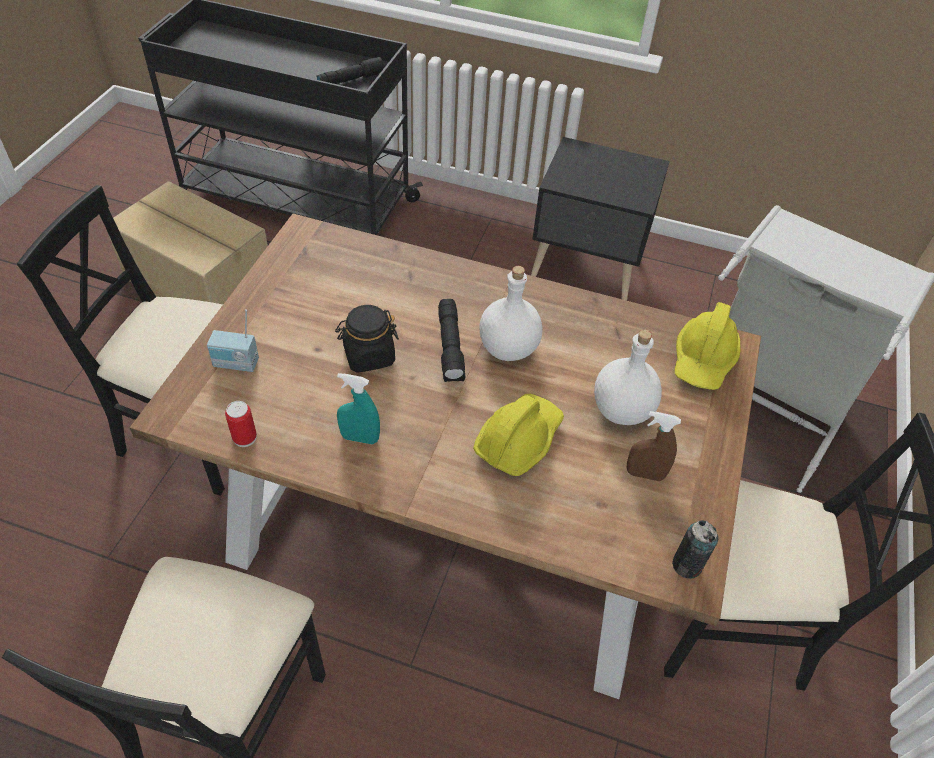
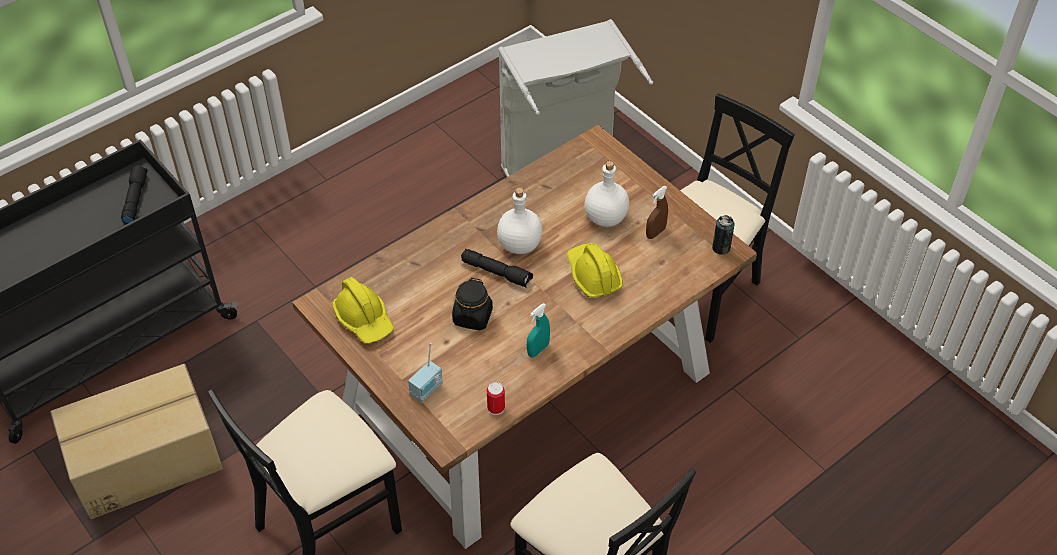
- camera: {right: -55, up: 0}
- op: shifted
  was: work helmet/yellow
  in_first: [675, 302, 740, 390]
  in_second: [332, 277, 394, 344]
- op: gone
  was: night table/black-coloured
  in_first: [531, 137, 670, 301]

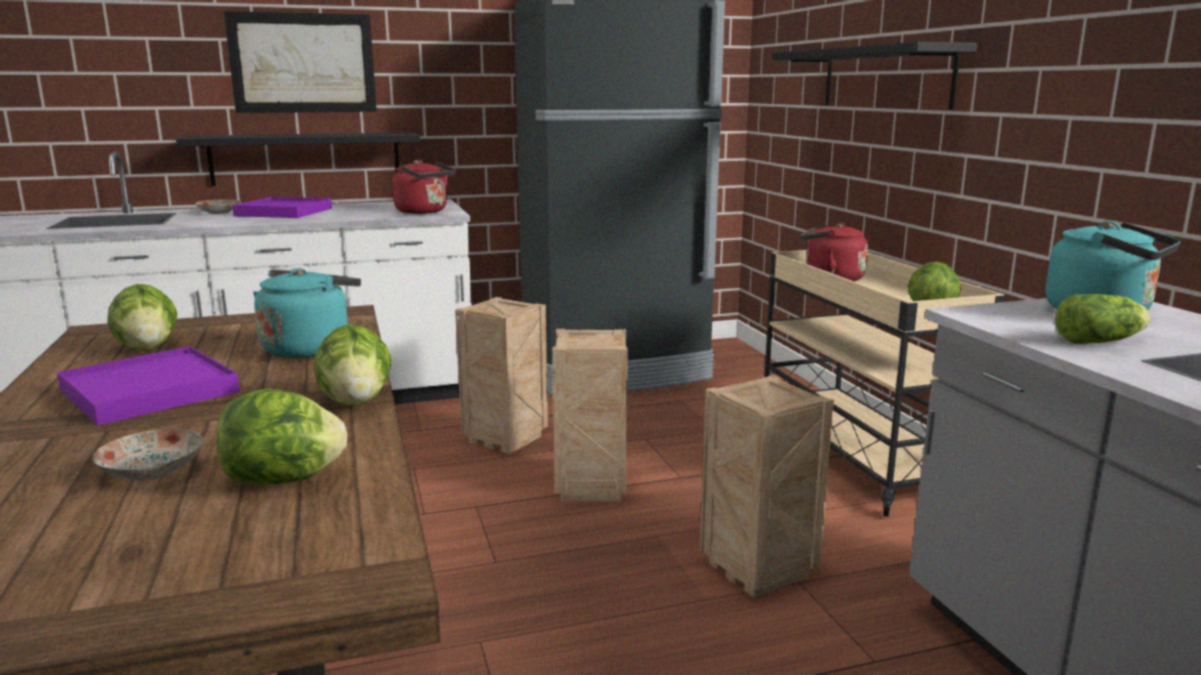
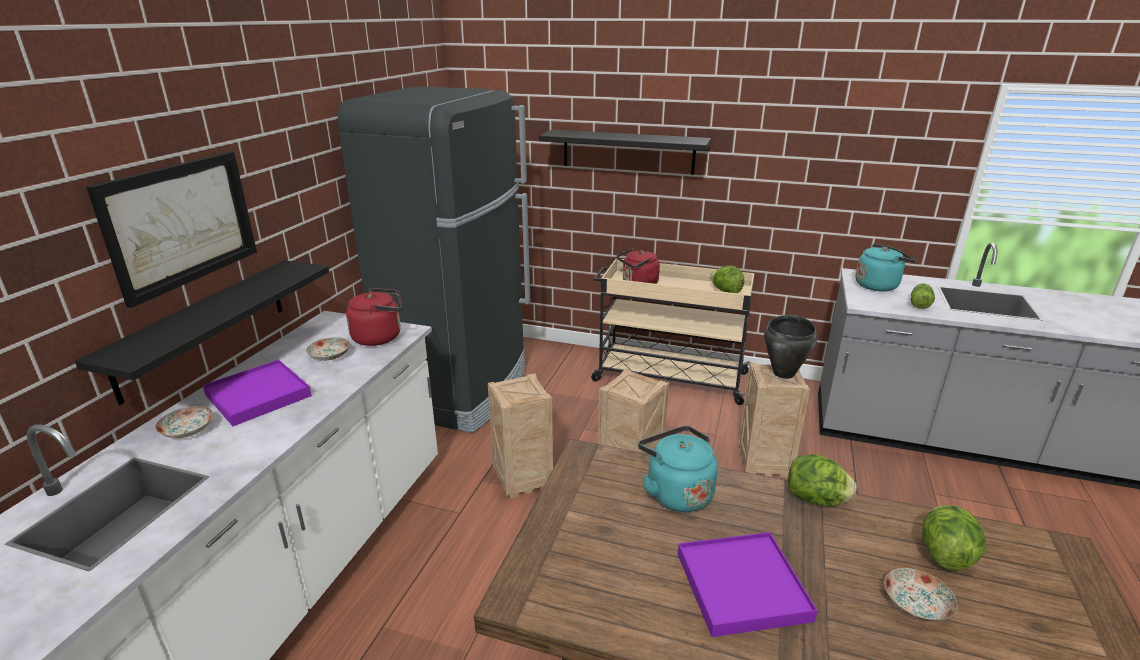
- camera: {right: -55, up: 10}
- op: new
  now: dinner plate
  in_second: [306, 337, 350, 361]
- op: new
  now: cooking pot/black-coloured
  in_second: [764, 315, 817, 379]
- op: gone
  was: lettuce head
  in_first: [107, 284, 177, 351]

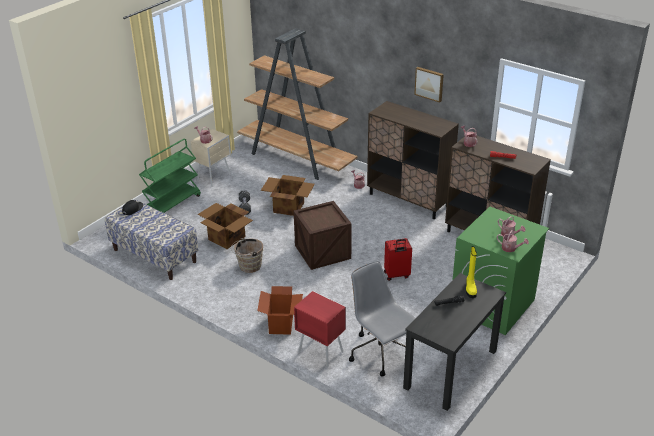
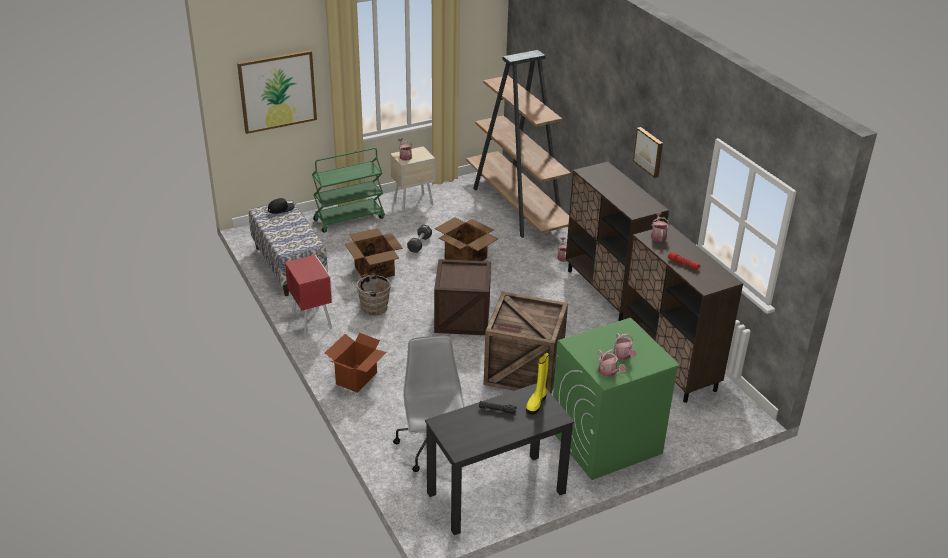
- camera: {right: 25, up: 0}
- op: new
  now: picture
  in_second: [237, 50, 317, 134]
- op: shifted
  was: night table/red-coloured
  in_first: [294, 291, 346, 367]
  in_second: [285, 255, 332, 336]
- op: swapped
  was: suitcase/red-coloured
  now: shipping crate
  in_first: [384, 238, 412, 281]
  in_second: [484, 292, 568, 394]

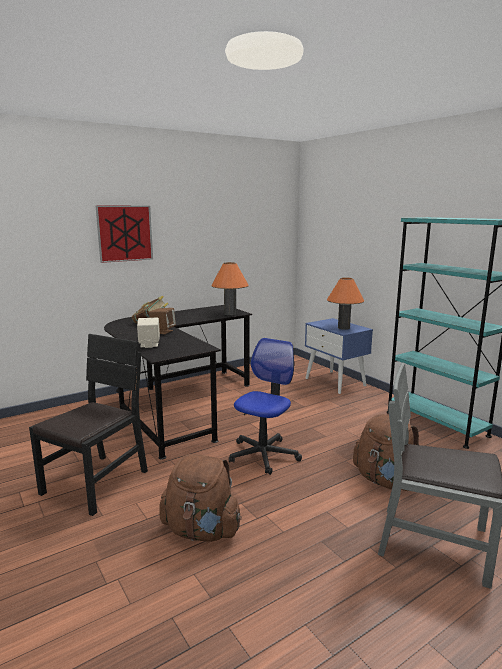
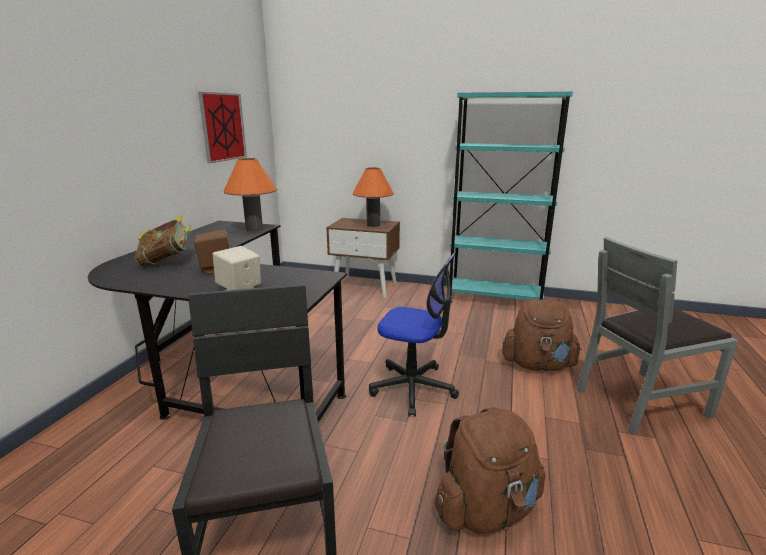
- camera: {right: -40, up: 5}
- op: shifted
  was: picture
  in_first: [96, 206, 153, 263]
  in_second: [198, 92, 247, 163]
- op: repainted
  was: night table/blue-coloured
  now: night table/brown
  in_first: [305, 318, 373, 394]
  in_second: [326, 218, 400, 298]
- op: rotated
  was: desk chair
  in_first: [229, 338, 302, 475]
  in_second: [369, 252, 459, 417]
  clockwise: 120

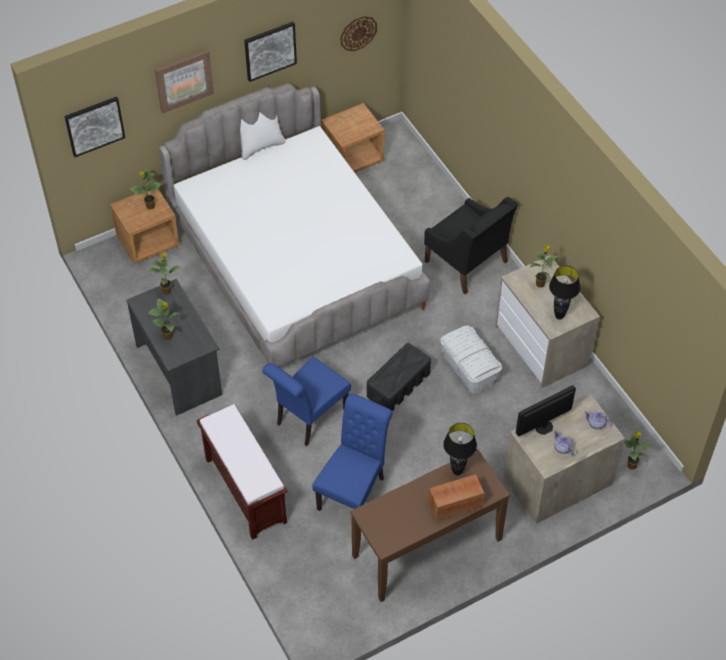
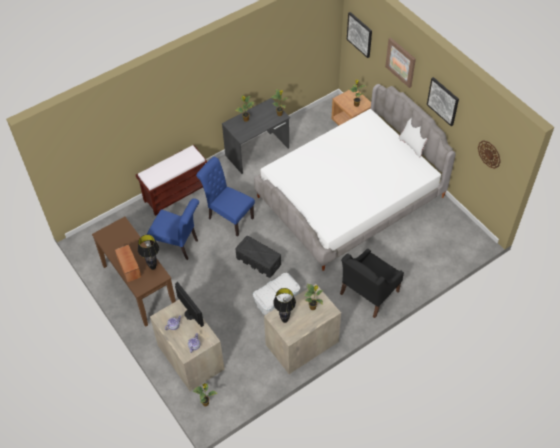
- camera: {right: 85, up: 0}
- op: gone
  was: night table/brown
  in_first: [321, 103, 385, 173]

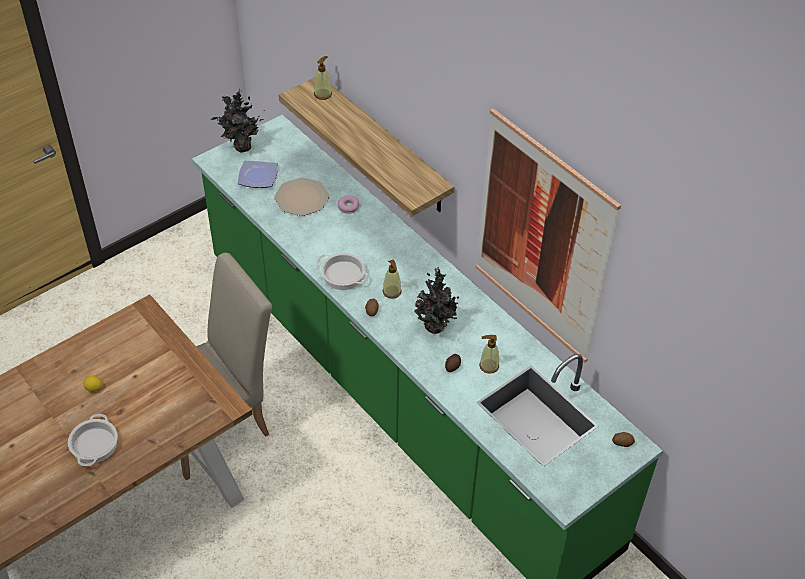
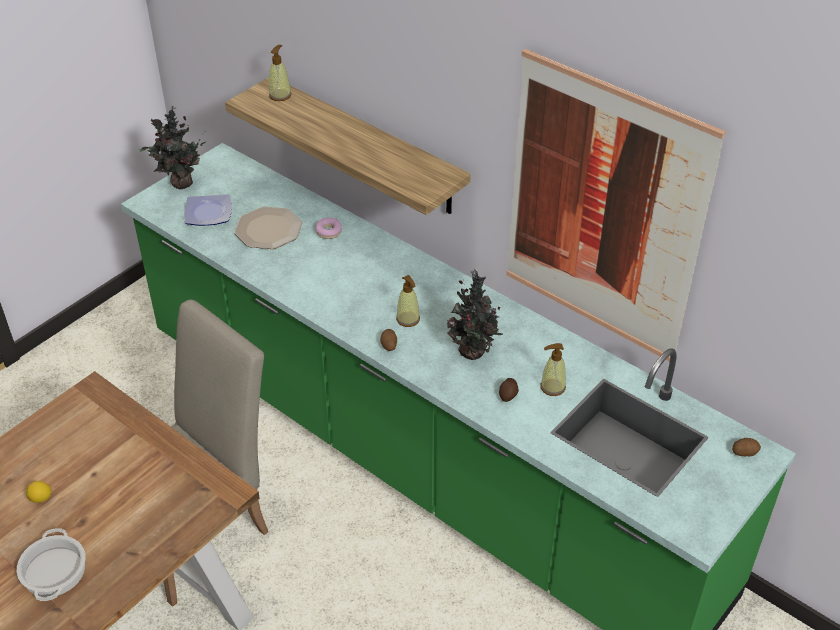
- camera: {right: -10, up: -5}
- op: gone
  was: cooking pot
  in_first: [317, 253, 369, 290]

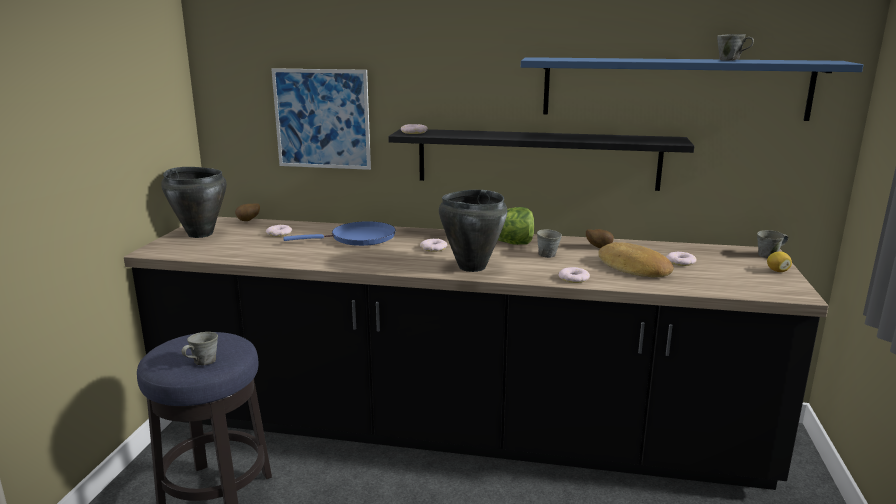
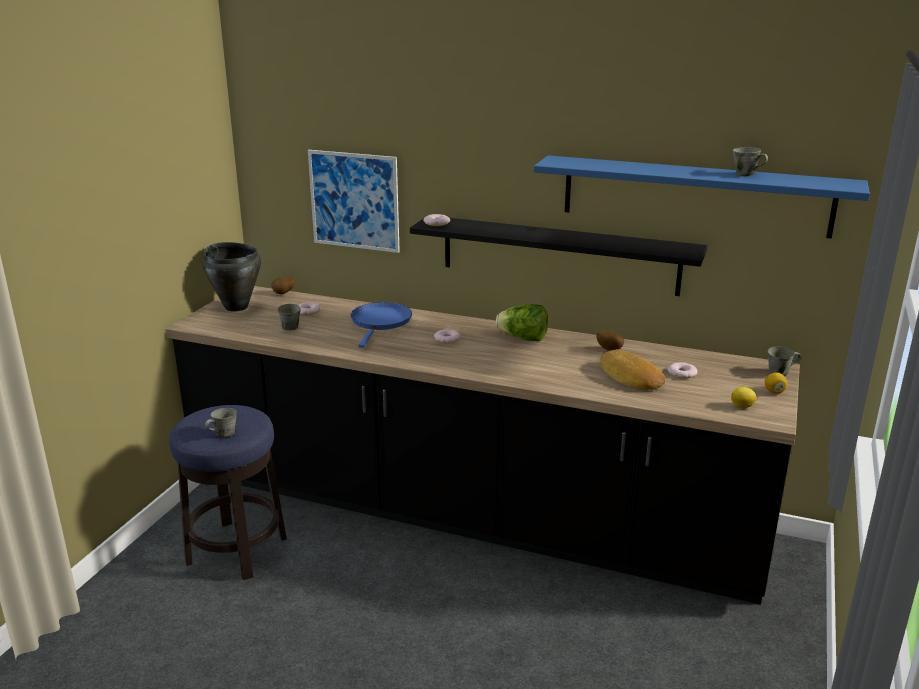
- camera: {right: 10, up: 5}
- op: shifted
  was: tea mug/greyish
  in_first: [537, 230, 562, 258]
  in_second: [278, 304, 301, 330]
- op: rotated
  was: skillet/blue-coloured
  in_first: [283, 221, 396, 246]
  in_second: [351, 302, 412, 348]
  clockwise: -75
- op: new
  now: lemon
  in_second: [731, 387, 757, 408]
- op: gone
  was: cooking pot/black-coloured
  in_first: [439, 190, 507, 272]
- op: gone
  was: donut
  in_first: [558, 267, 590, 283]

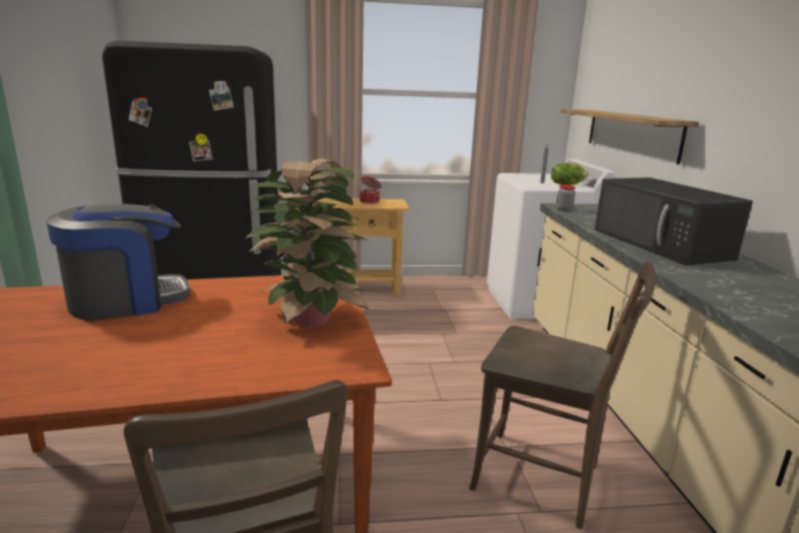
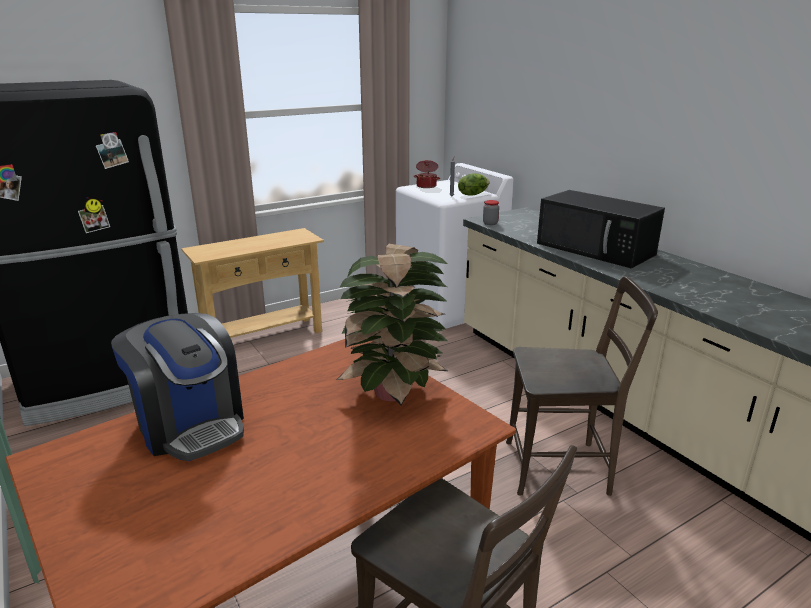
- camera: {right: -25, up: 5}
- op: rotated
  was: coffee brewer
  in_first: [46, 204, 190, 320]
  in_second: [111, 313, 244, 461]
  clockwise: 105
- op: shifted
  was: cooking pot
  in_first: [360, 176, 381, 204]
  in_second: [414, 160, 440, 188]
- op: gone
  was: shelf
  in_first: [561, 109, 699, 165]

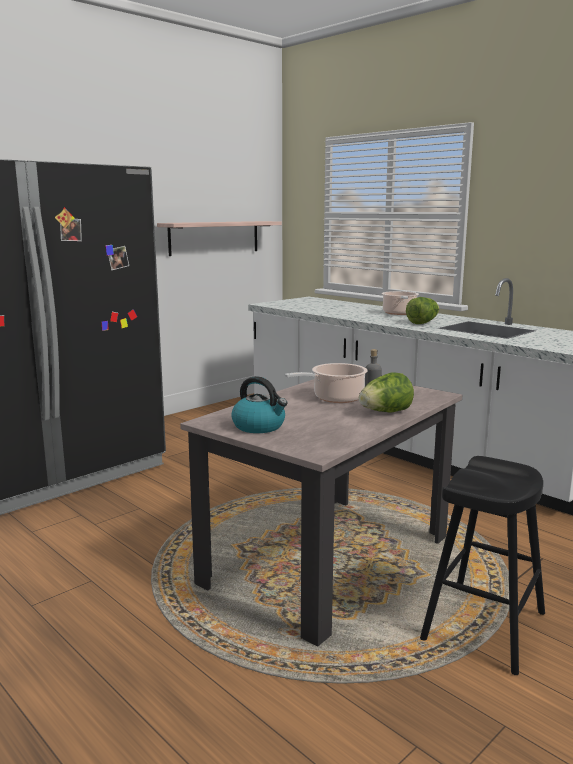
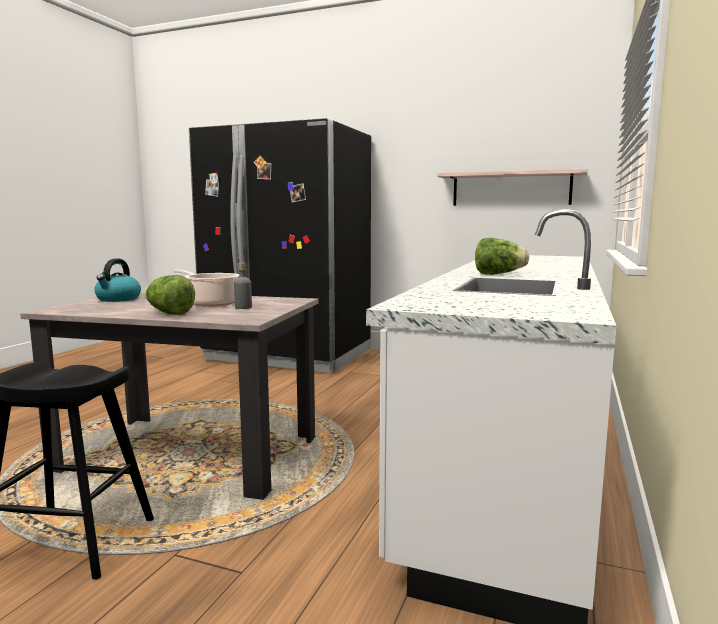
- camera: {right: 65, up: -5}
- op: gone
  was: cooking pot
  in_first: [382, 291, 419, 315]

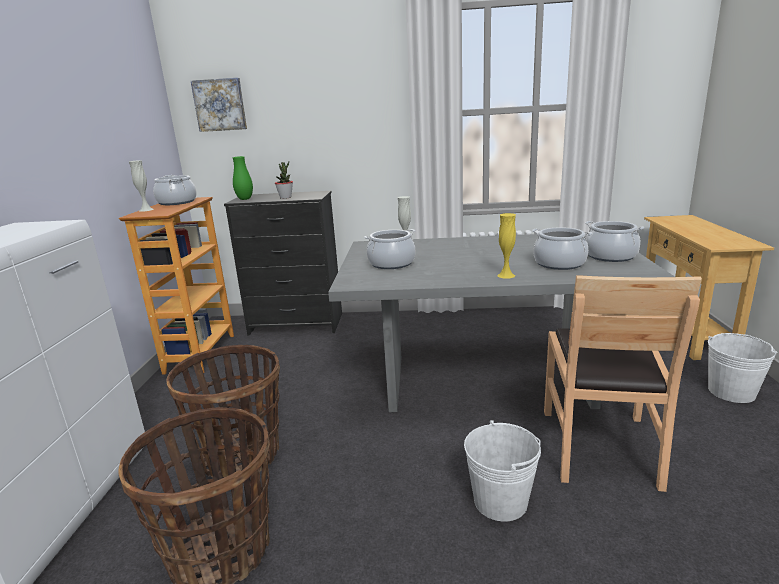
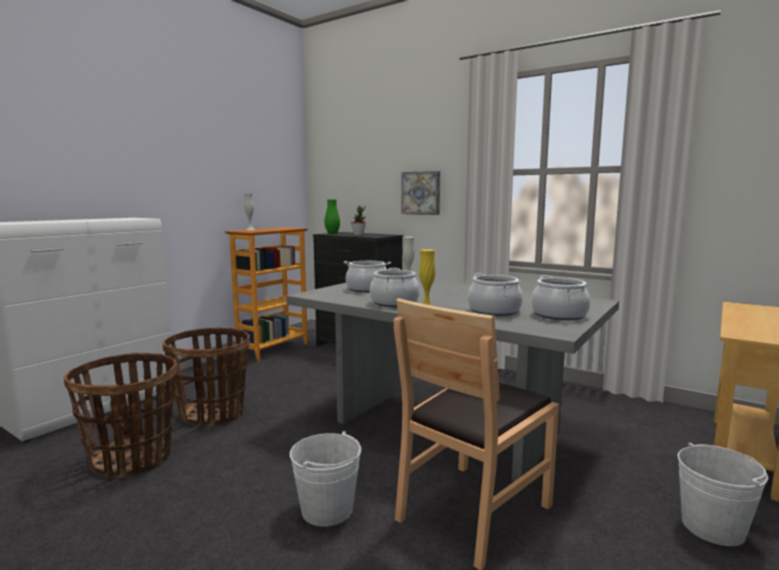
- camera: {right: 30, up: -10}
- op: shifted
  was: cooking pot
  in_first: [153, 175, 196, 205]
  in_second: [370, 268, 420, 307]
- op: shifted
  was: picture
  in_first: [191, 78, 247, 132]
  in_second: [401, 171, 440, 215]

